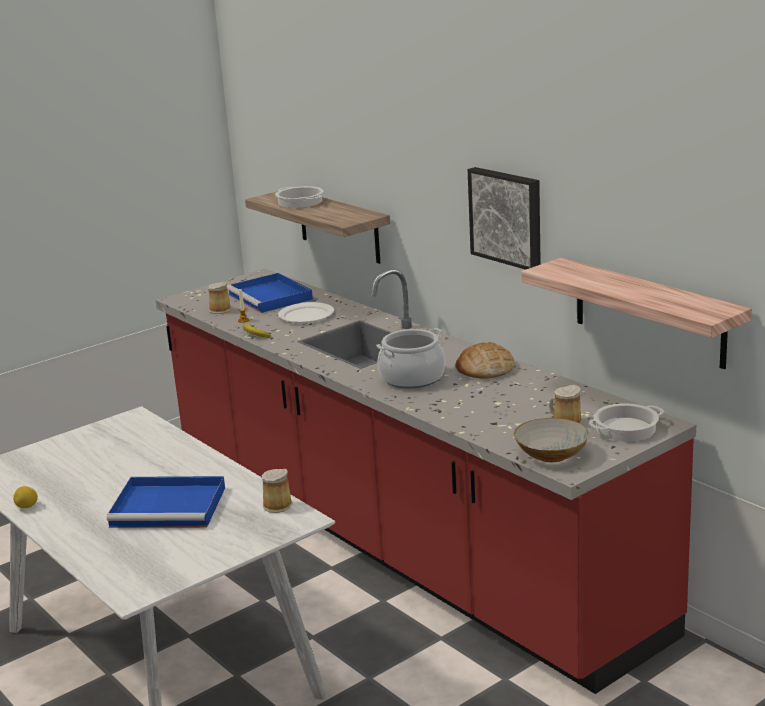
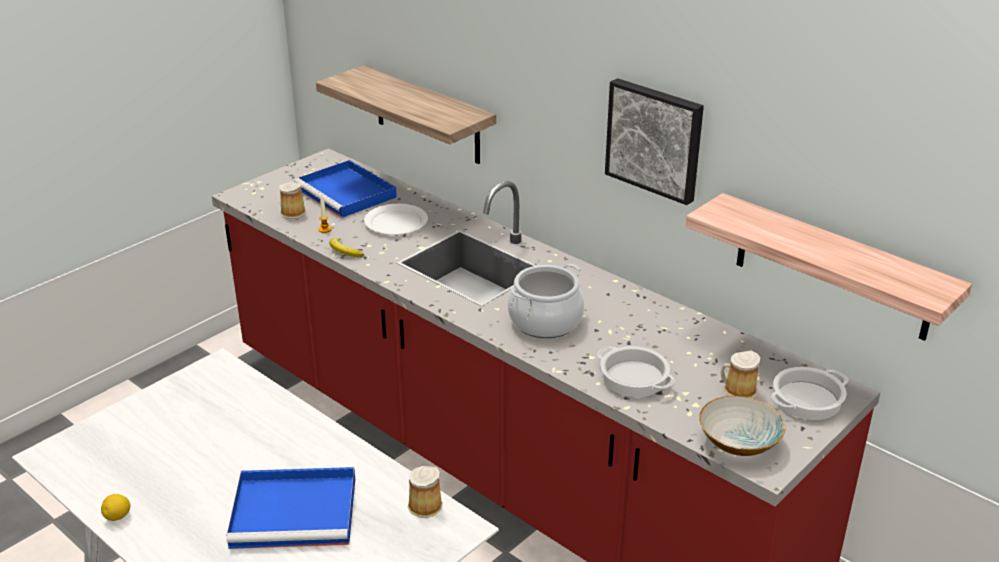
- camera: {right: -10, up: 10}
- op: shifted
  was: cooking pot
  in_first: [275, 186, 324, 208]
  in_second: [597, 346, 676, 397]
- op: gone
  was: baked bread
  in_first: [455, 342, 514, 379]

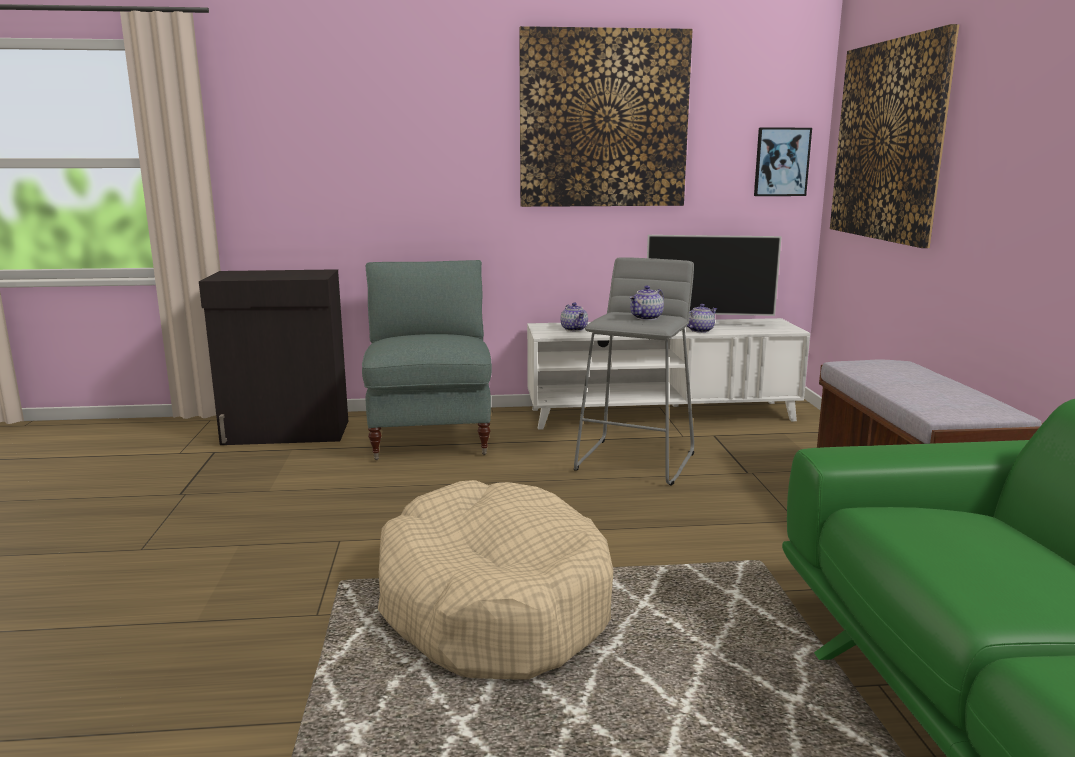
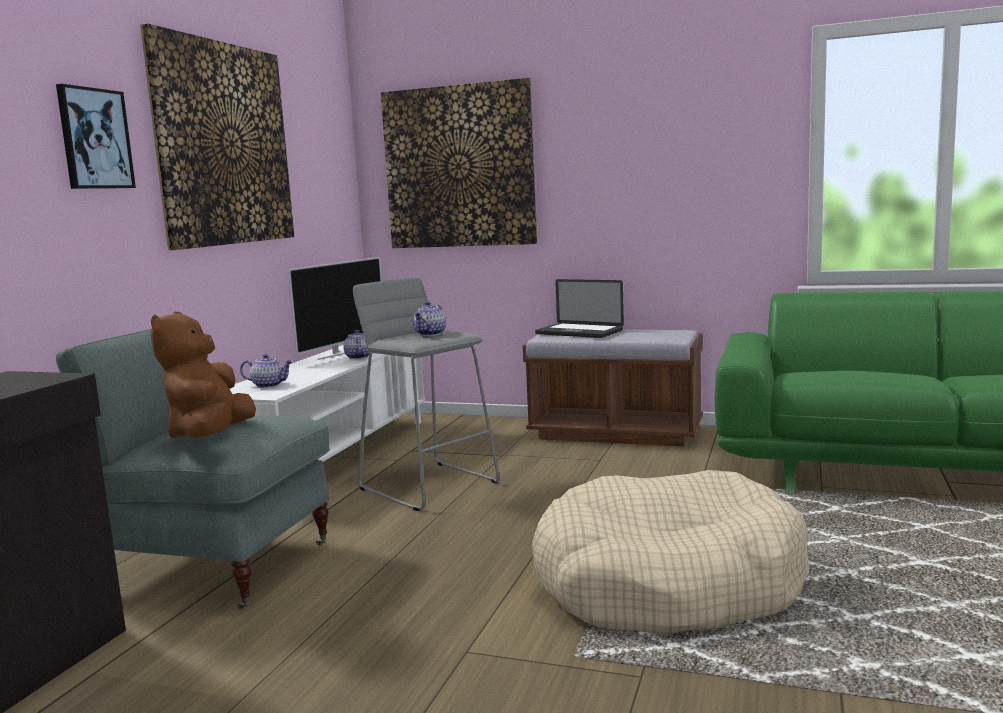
- camera: {right: -65, up: -5}
- op: shifted
  was: picture
  in_first: [754, 128, 812, 196]
  in_second: [56, 84, 136, 189]
- op: new
  now: soft toy/brown
  in_second: [150, 312, 256, 438]
- op: rotated
  was: pot for tea
  in_first: [630, 286, 664, 320]
  in_second: [413, 301, 446, 336]
  clockwise: 45
- op: new
  now: notebook computer
  in_second: [535, 279, 624, 338]

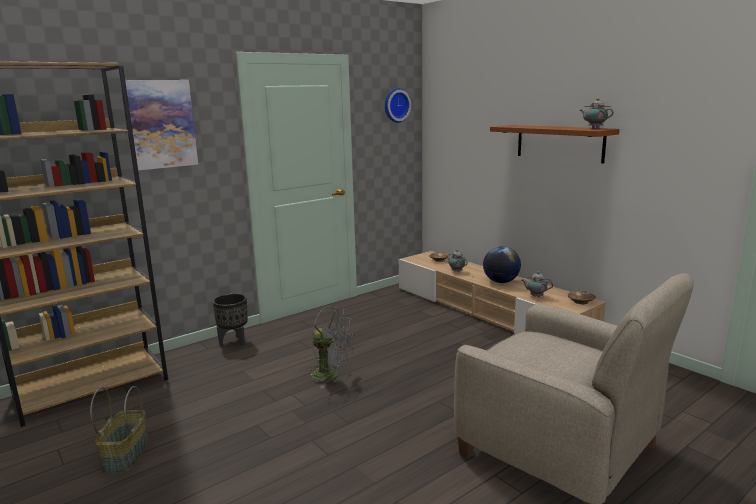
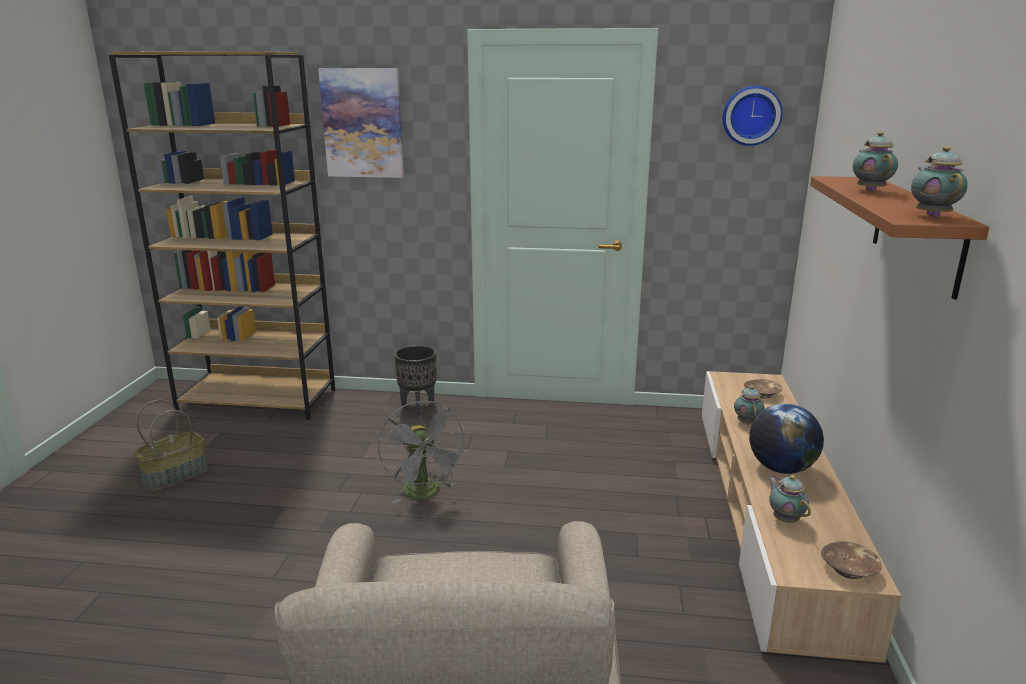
- camera: {right: 45, up: 5}
- op: new
  now: pot for tea
  in_second: [853, 132, 898, 192]

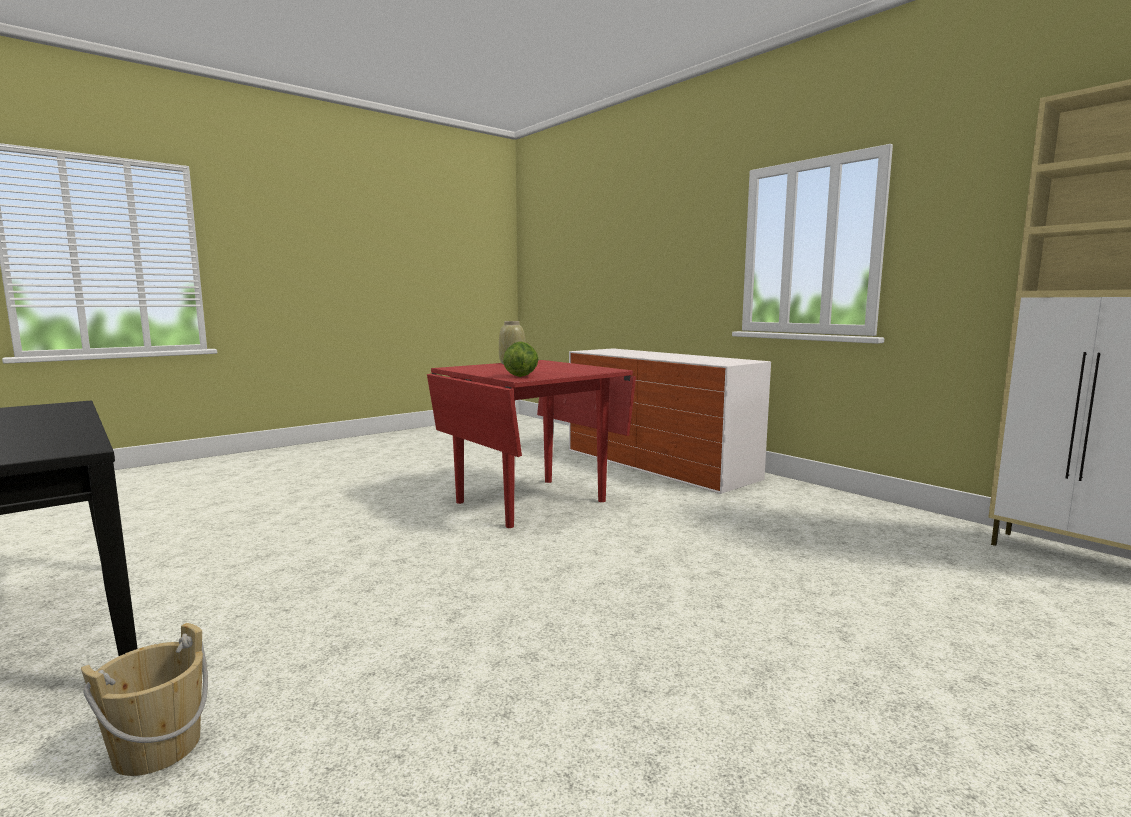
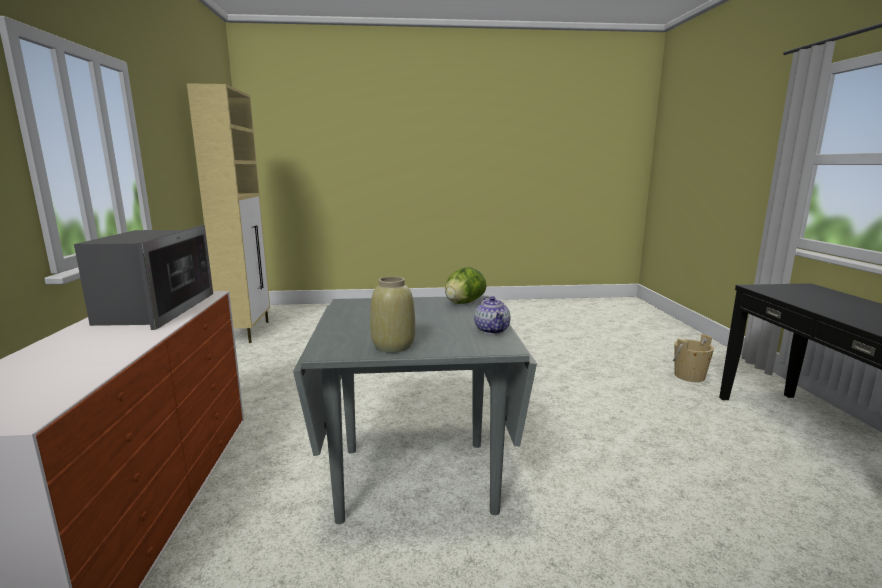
- camera: {right: -145, up: 5}
- op: new
  now: microwave oven
  in_second: [74, 225, 213, 330]
- op: repainted
  was: dinner table/red-coloured
  now: dinner table/greyish
  in_first: [427, 360, 636, 528]
  in_second: [293, 296, 537, 524]
- op: new
  now: pot for tea
  in_second: [474, 296, 510, 334]

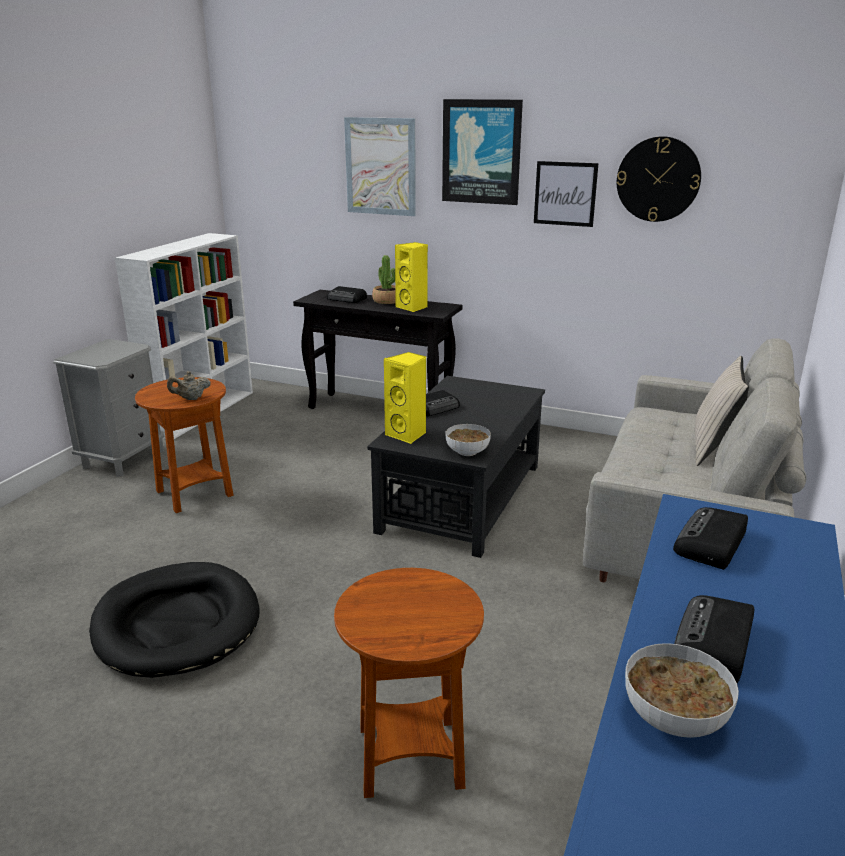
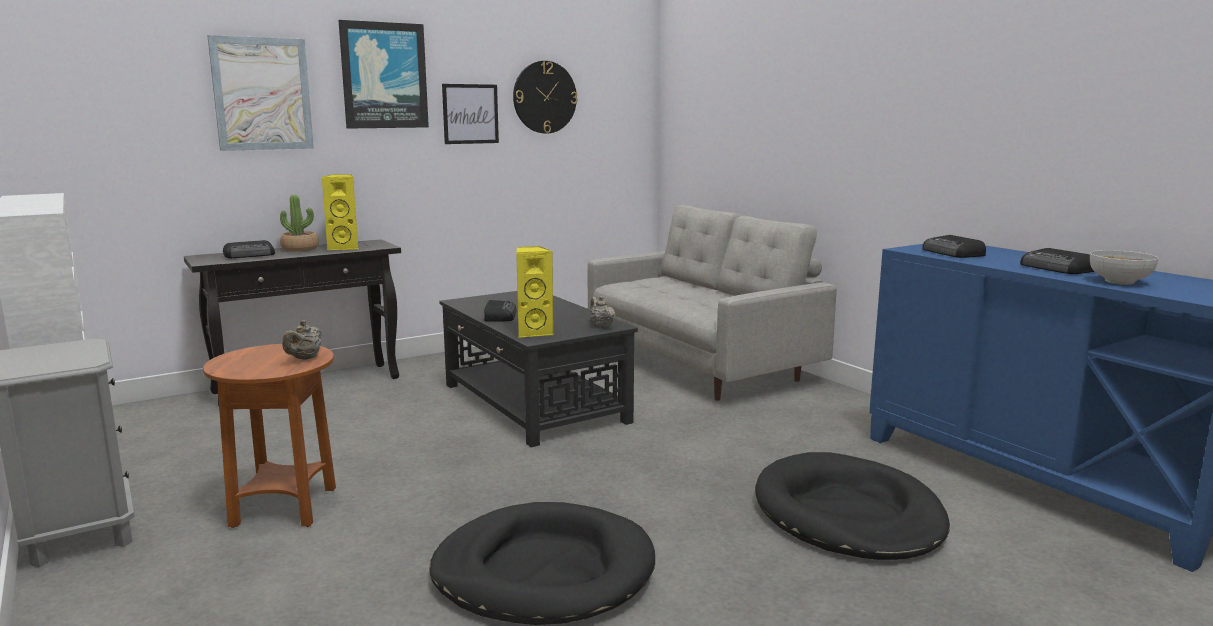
- camera: {right: -55, up: -10}
- op: swapped
  was: bowl
  now: pot for tea/sand-coloured
  in_first: [446, 424, 491, 456]
  in_second: [590, 296, 616, 327]
- op: swapped
  was: end table/brown
  now: dog bed/black-coloured
  in_first: [334, 568, 484, 798]
  in_second: [755, 452, 950, 560]
- op: gone
  was: cushion/sand-coloured
  in_first: [695, 356, 749, 466]

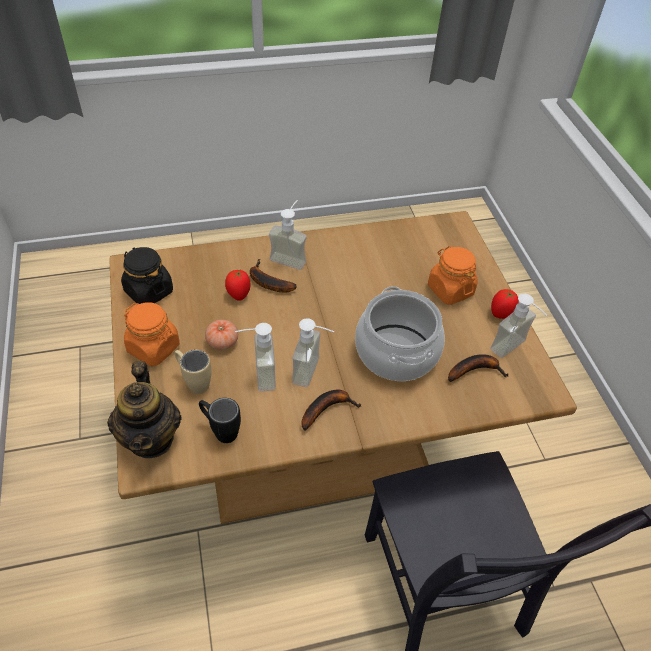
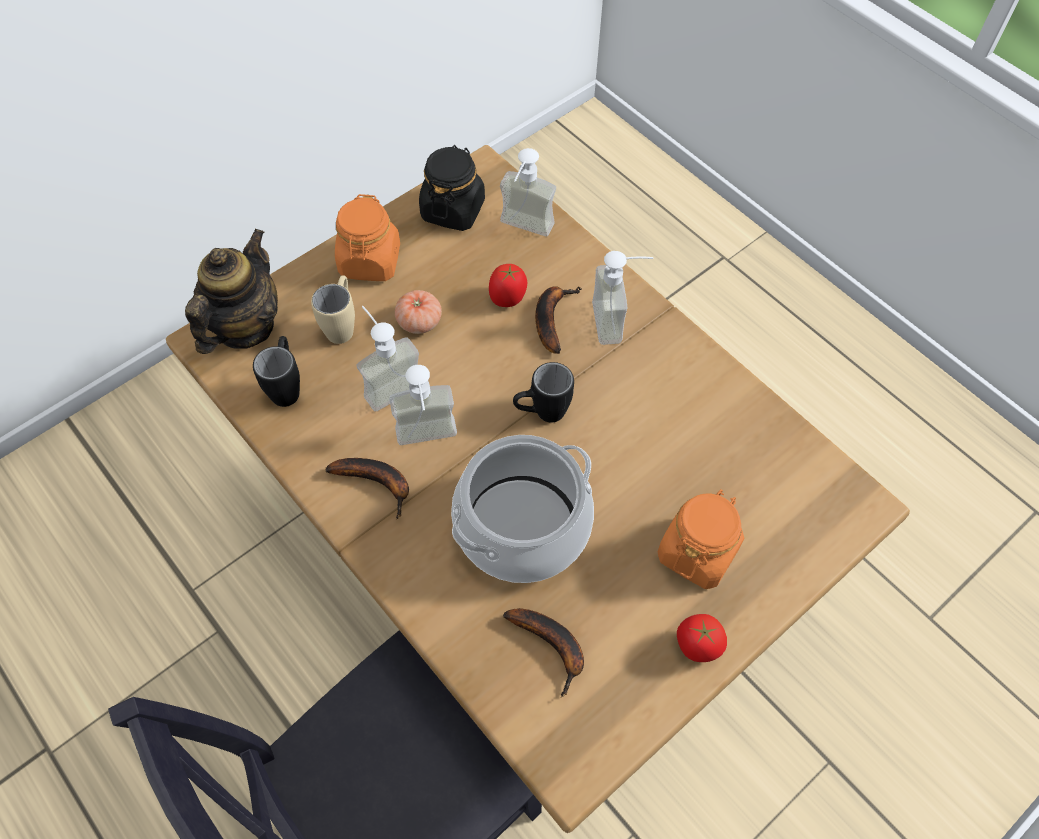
- camera: {right: 65, up: 10}
- op: rotated
  was: pot for tea
  in_first: [107, 361, 181, 458]
  in_second: [185, 229, 278, 354]
  clockwise: 150
- op: shifted
  was: soap bottle
  in_first: [491, 293, 547, 358]
  in_second: [500, 148, 556, 236]
- op: new
  now: tea mug/black-coloured
  in_second: [513, 362, 574, 423]

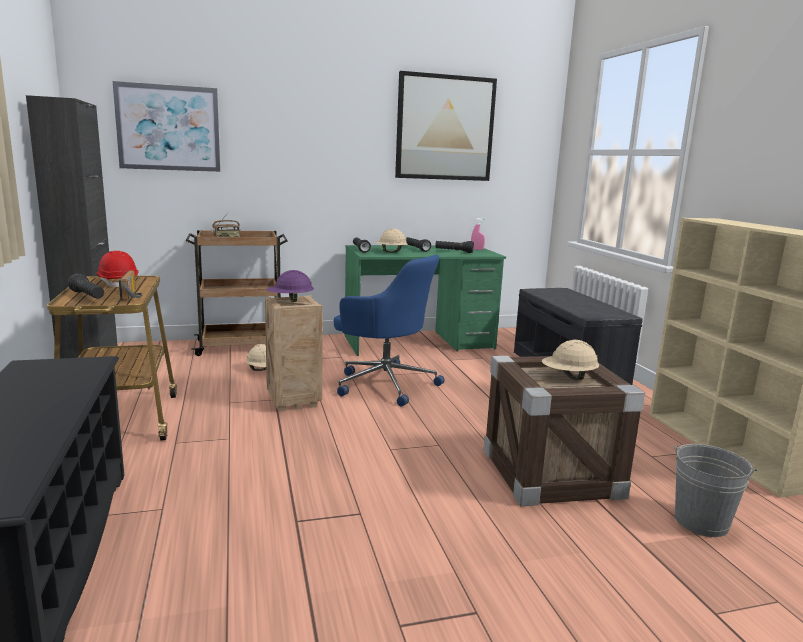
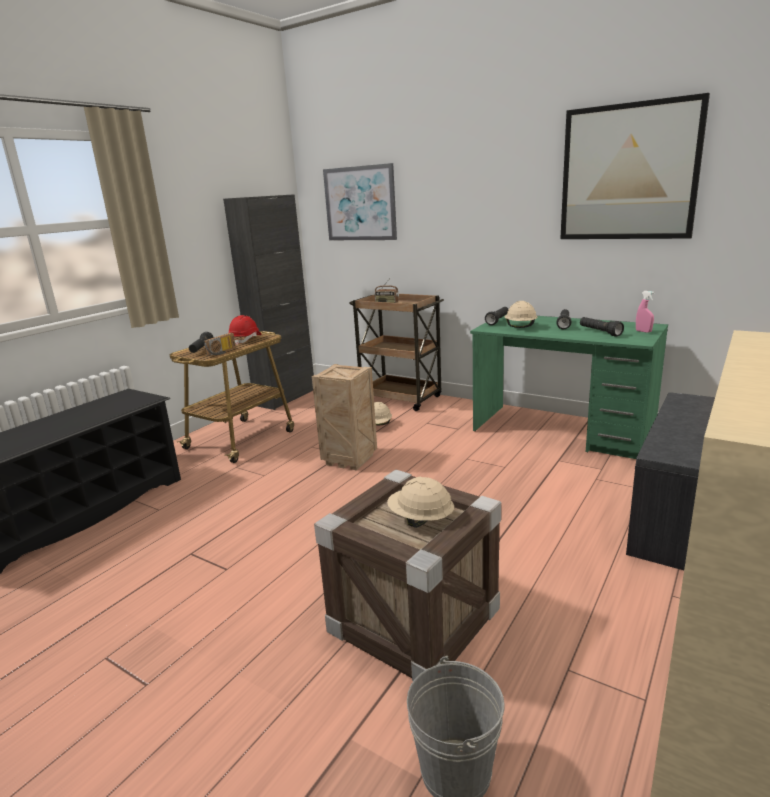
- camera: {right: 50, up: 5}
- op: gone
  was: work helmet/purple
  in_first: [266, 270, 314, 302]
- op: gone
  was: desk chair/blue-coloured
  in_first: [334, 255, 445, 406]

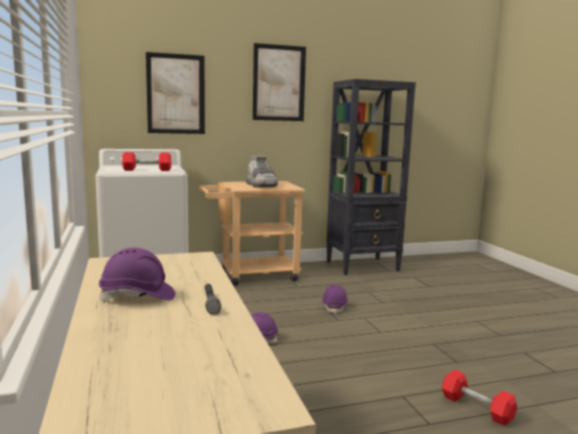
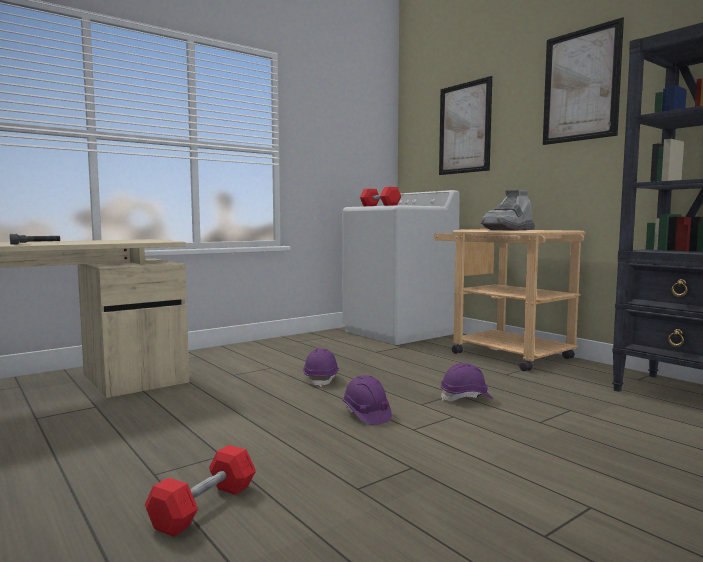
- camera: {right: 70, up: -5}
- op: shifted
  was: work helmet/purple
  in_first: [99, 248, 176, 300]
  in_second: [342, 375, 392, 425]

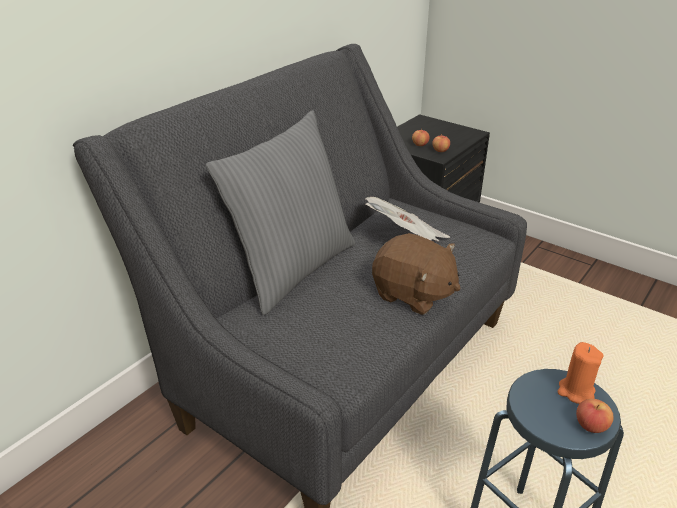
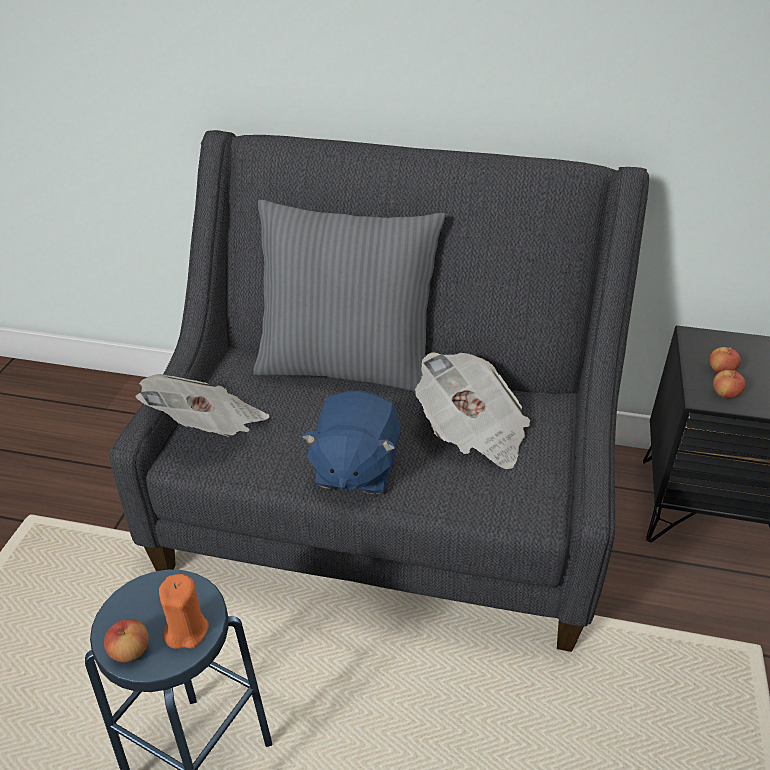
- camera: {right: 65, up: 5}
- op: new
  now: daily paper
  in_second: [135, 374, 269, 437]
- op: repainted
  was: soft toy/brown
  now: soft toy/blue-coloured
  in_first: [372, 233, 461, 315]
  in_second: [301, 391, 400, 494]

